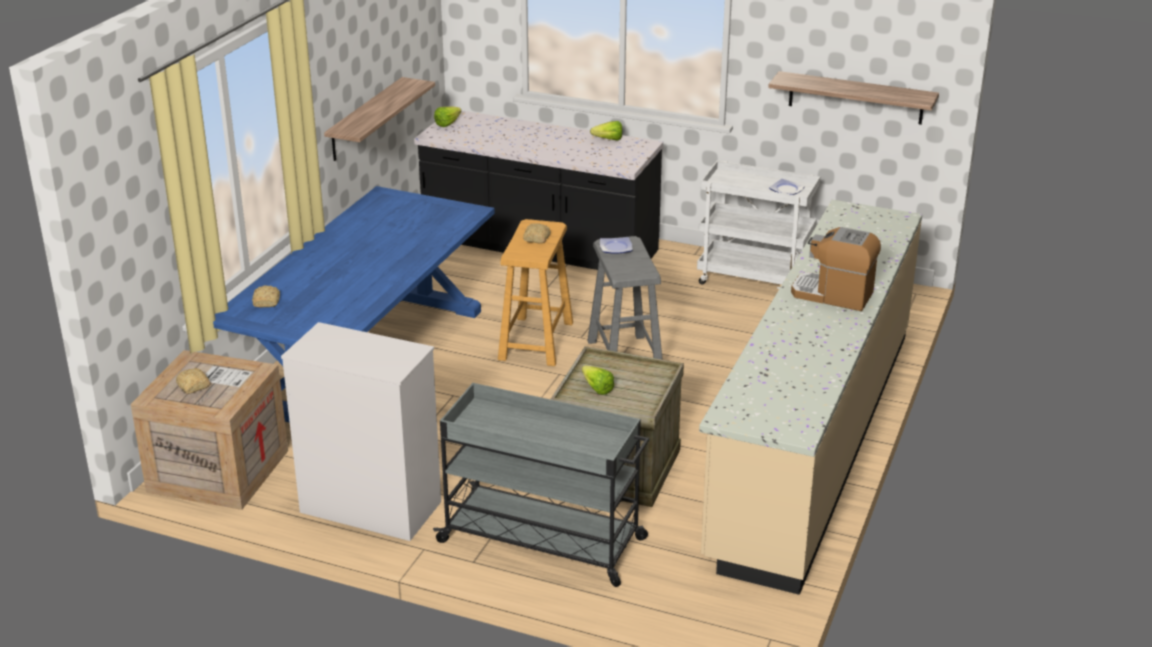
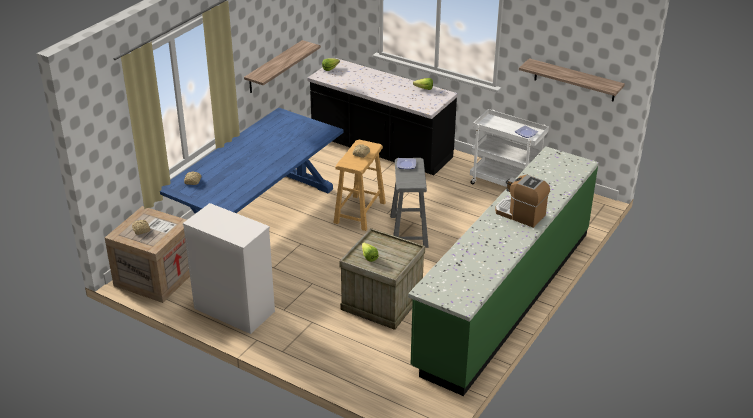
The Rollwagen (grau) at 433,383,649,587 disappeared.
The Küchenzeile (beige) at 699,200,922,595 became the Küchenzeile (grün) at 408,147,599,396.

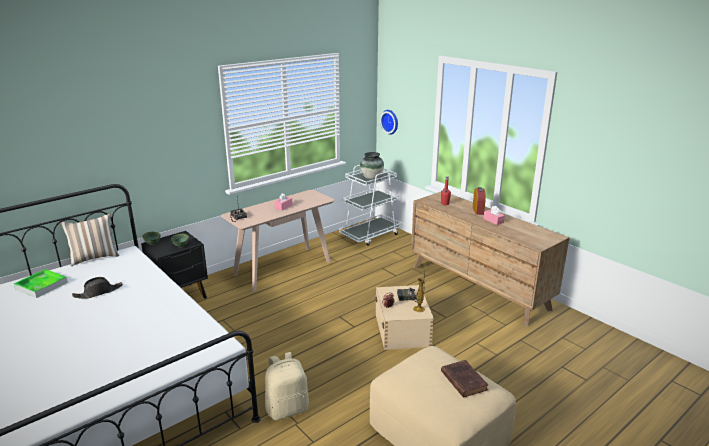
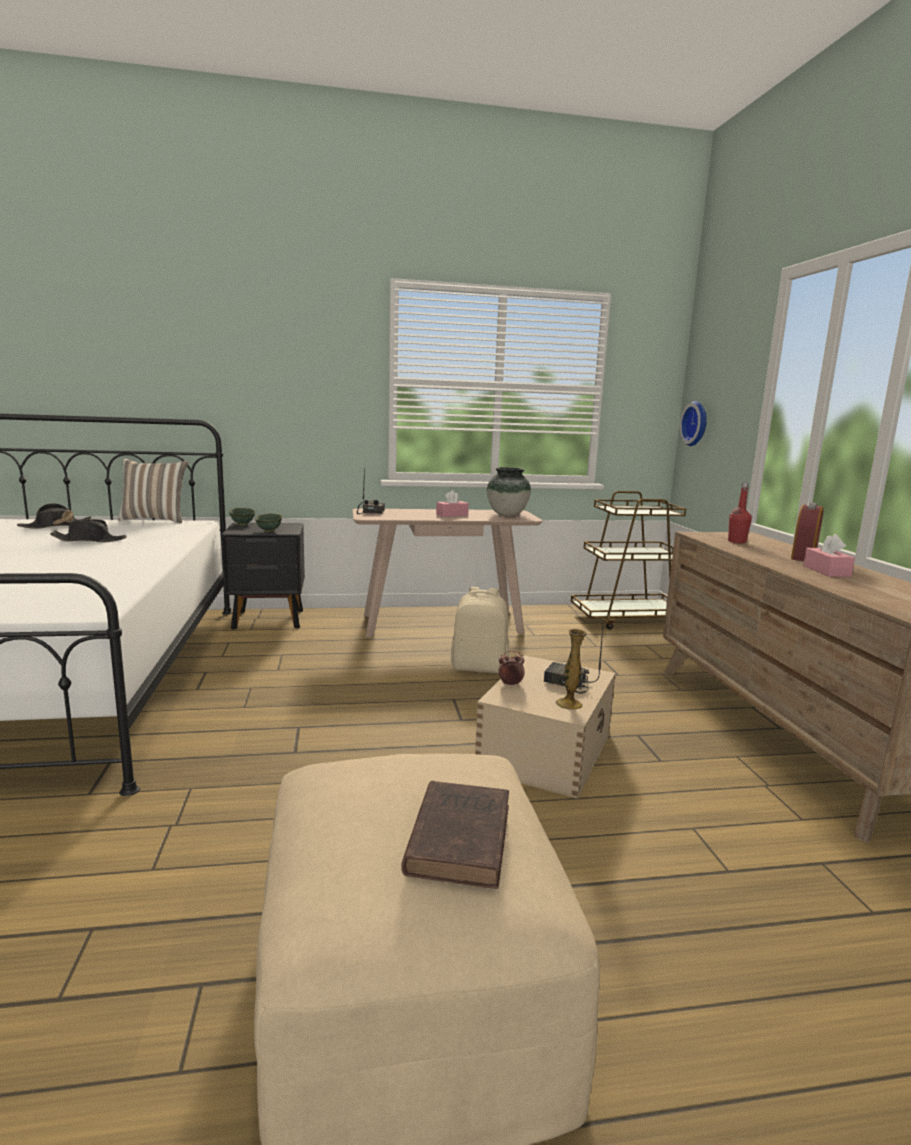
The Rucksack (beige) moved from 265,352,309,421 to 451,587,509,673.
The Vase moved from 360,152,384,180 to 487,467,531,516.
The Tablett at 14,269,68,298 was replaced by the Hut (schwarz) at 17,503,92,529.
The Rollwagen (weiß) at 339,165,402,246 became the Rollwagen (braun) at 571,491,686,630.

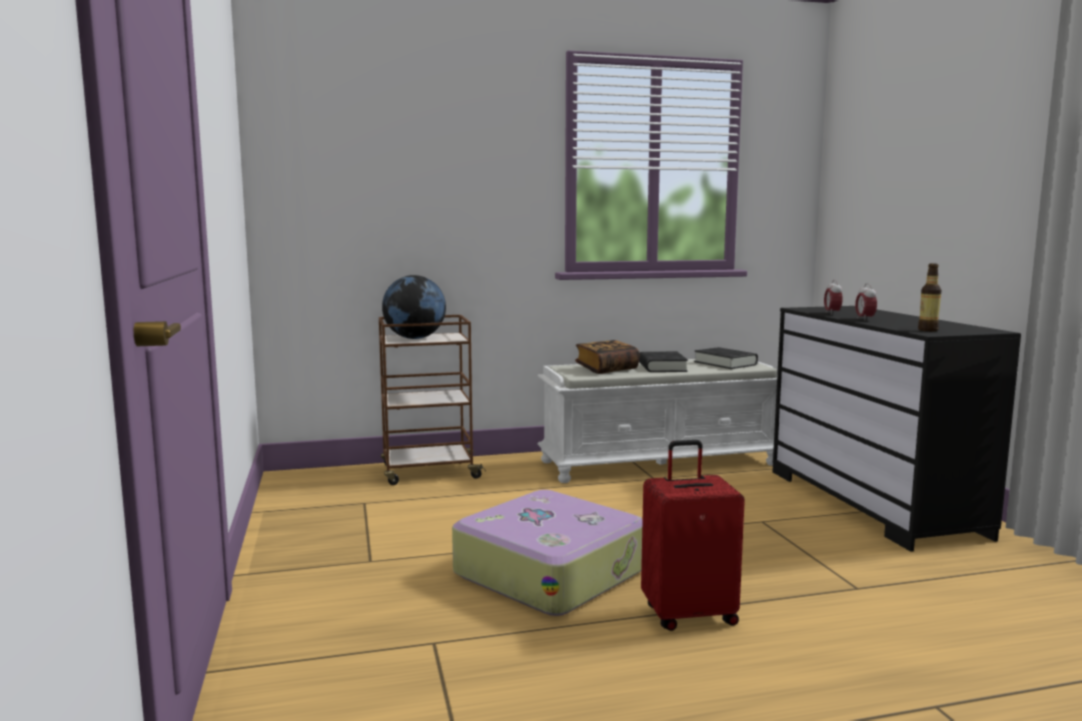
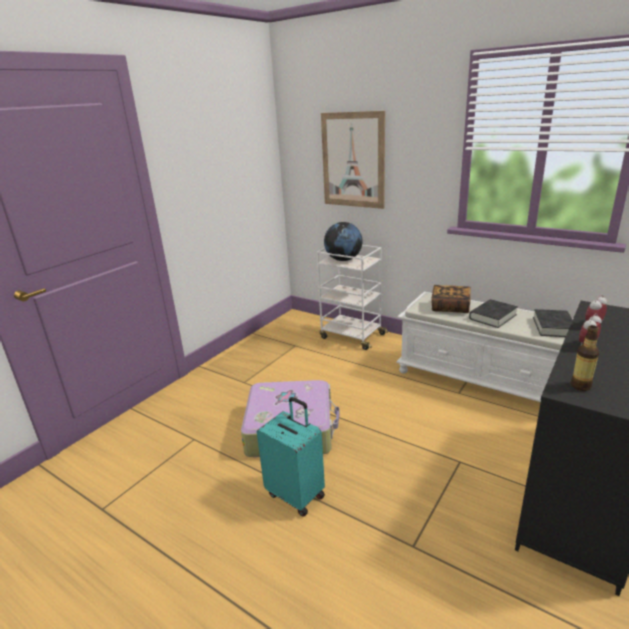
The Bild at 321,111,385,209 appeared.
The Rollwagen (braun) at 379,315,486,485 became the Rollwagen (weiß) at 317,245,388,350.
The Koffer (rot) at 641,440,745,631 became the Koffer (türkis) at 257,397,325,517.

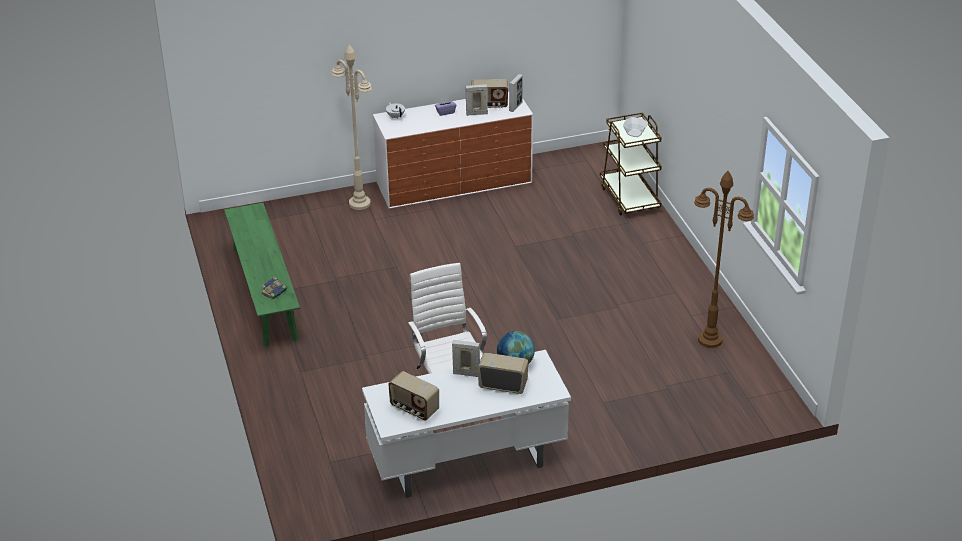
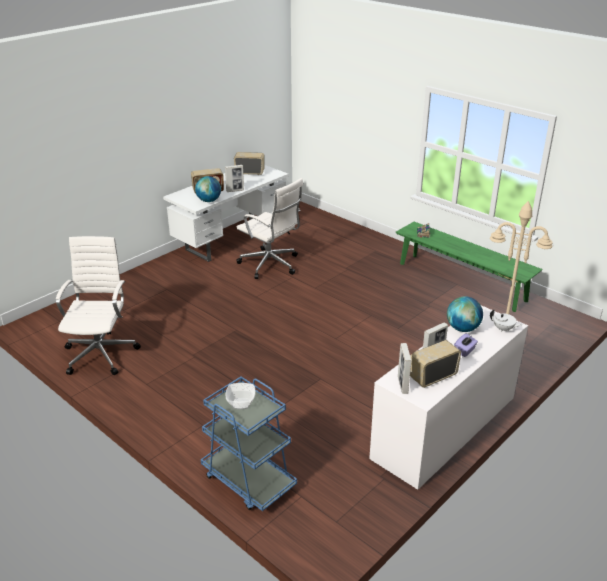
The Globus at 447,296,483,332 appeared.
The Stehlampe (braun) at 694,171,754,348 was replaced by the Bürostuhl (weiß) at 56,236,141,375.
The Rollwagen (braun) at 600,112,662,216 became the Rollwagen (blau) at 201,376,297,511.

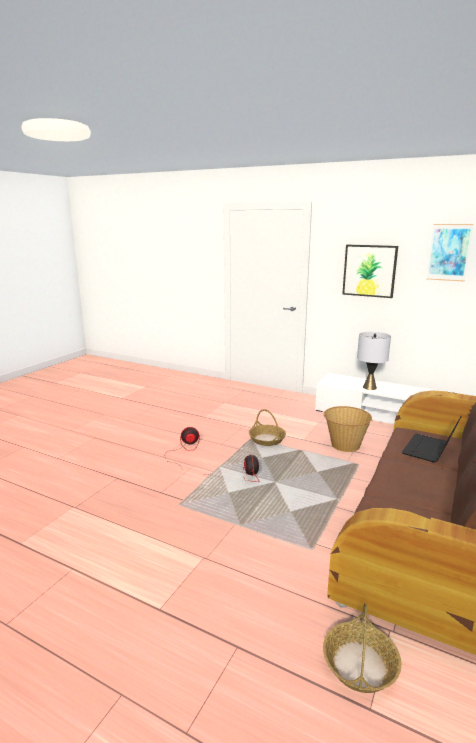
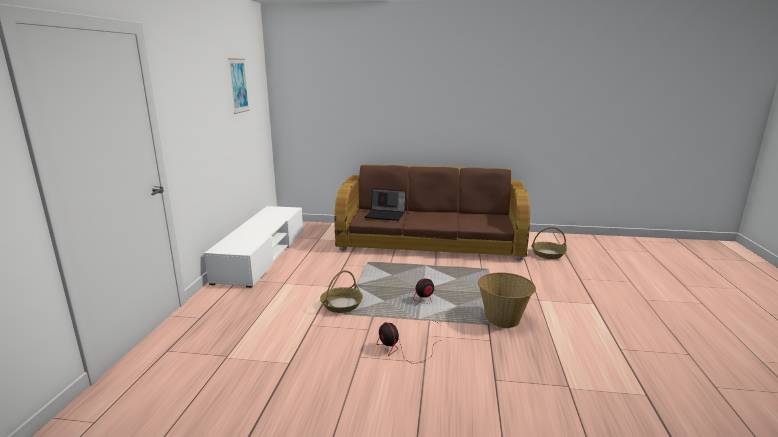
The Bild at 342,245,398,298 disappeared.
The Tischlampe (grau) at 357,332,391,390 disappeared.
The Korb moved from 324,406,372,452 to 478,272,536,328.

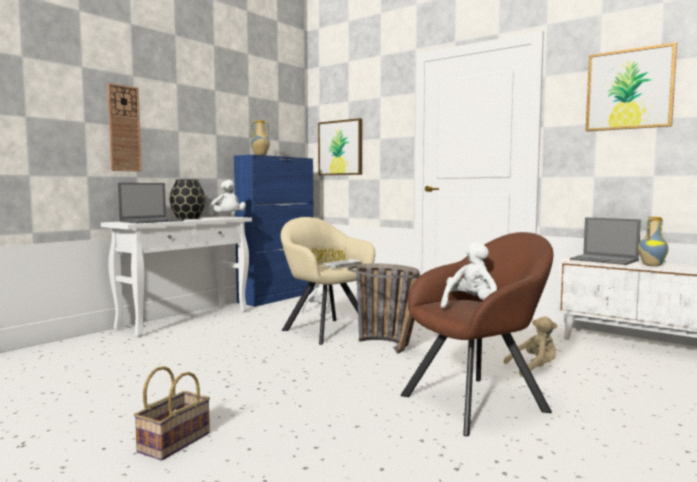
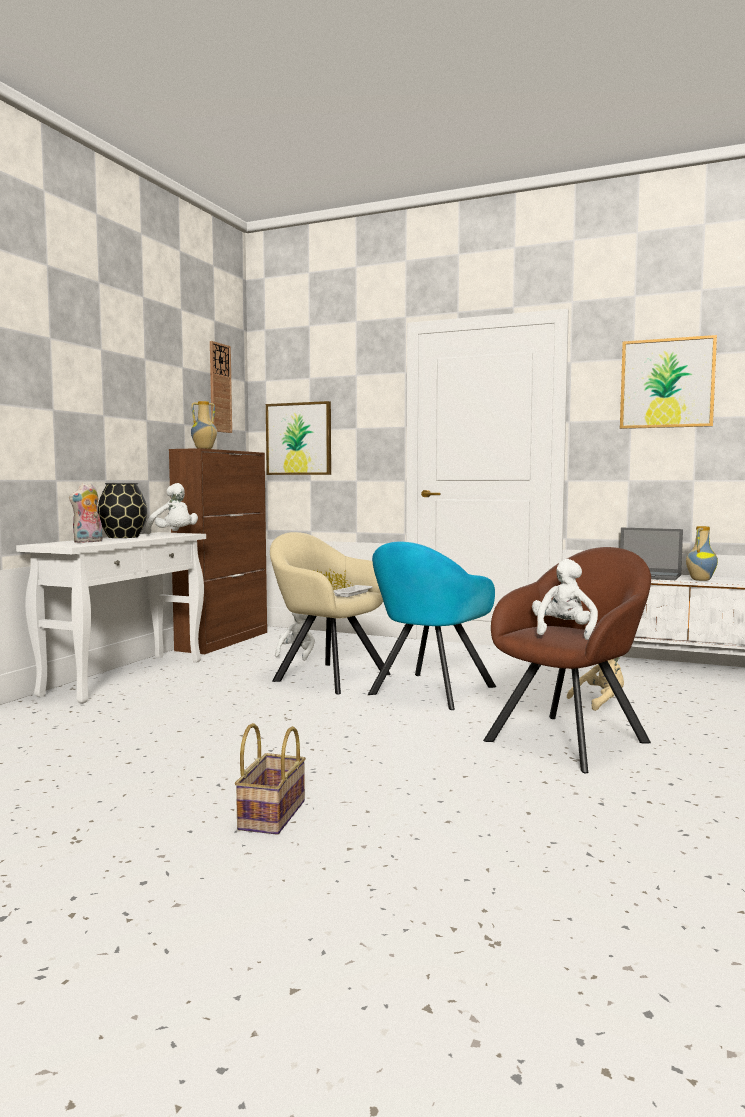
The Wanduhr moved from 107,83,142,172 to 210,341,232,433.
The Laptop at 118,183,184,223 was replaced by the Plüschtier at 69,483,103,543.
The Korb at 348,263,421,354 was replaced by the Sessel (türkis) at 368,542,496,710.
The Schrank (blau) at 234,155,314,307 became the Schrank (braun) at 169,448,267,654.

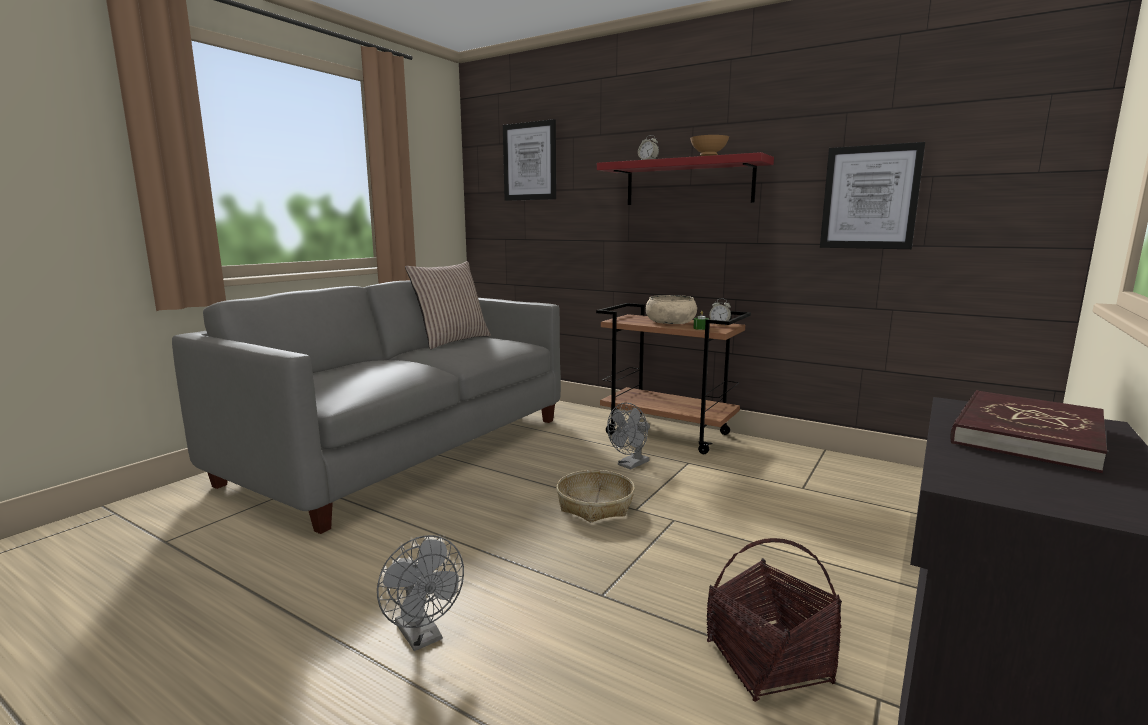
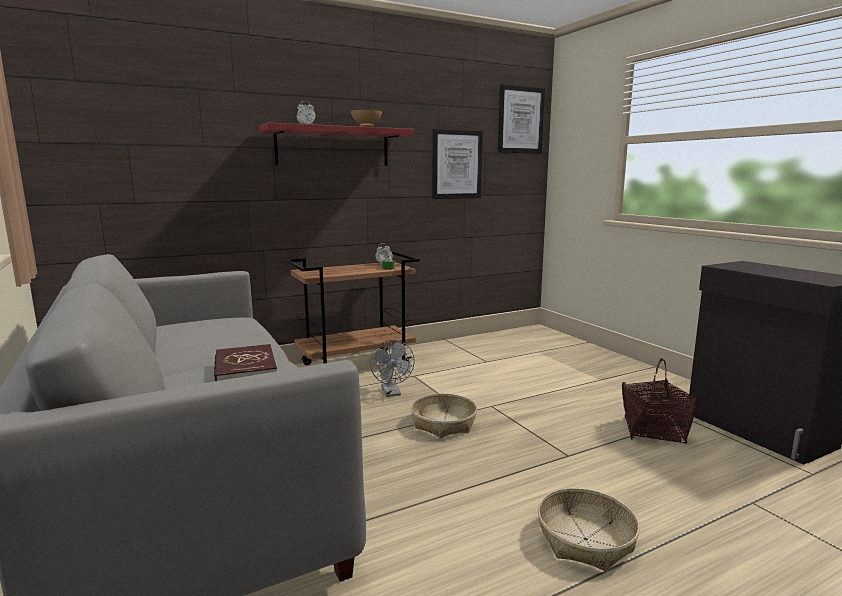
The Kissen at 405,261,491,349 disappeared.
The Schüssel (beige) at 646,295,697,324 disappeared.
The Bild moved from 503,119,556,201 to 498,84,545,154.
The Buch (rot) moved from 950,390,1107,473 to 214,344,277,381.
The Ventilator (grau) at 377,535,464,651 was replaced by the Korb at 538,488,640,571.

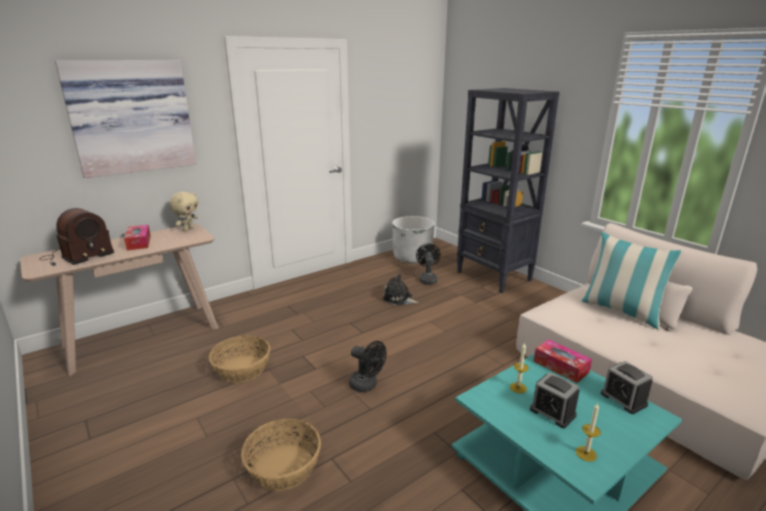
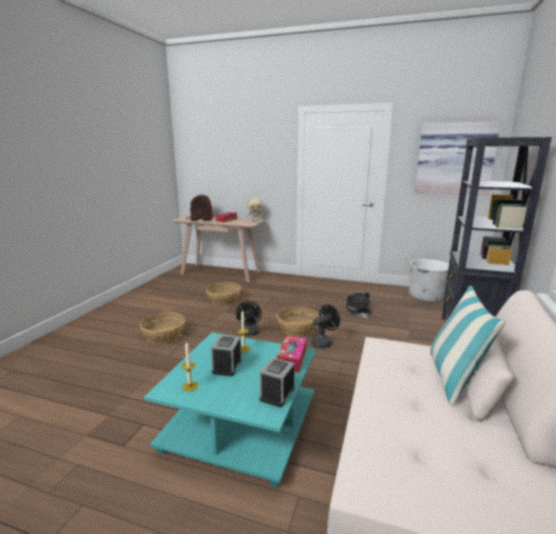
The Korb at 277,307,319,336 appeared.
The Bild moved from 55,60,196,178 to 415,121,501,195.
The Ventilator (schwarz) moved from 416,243,441,284 to 311,304,340,348.

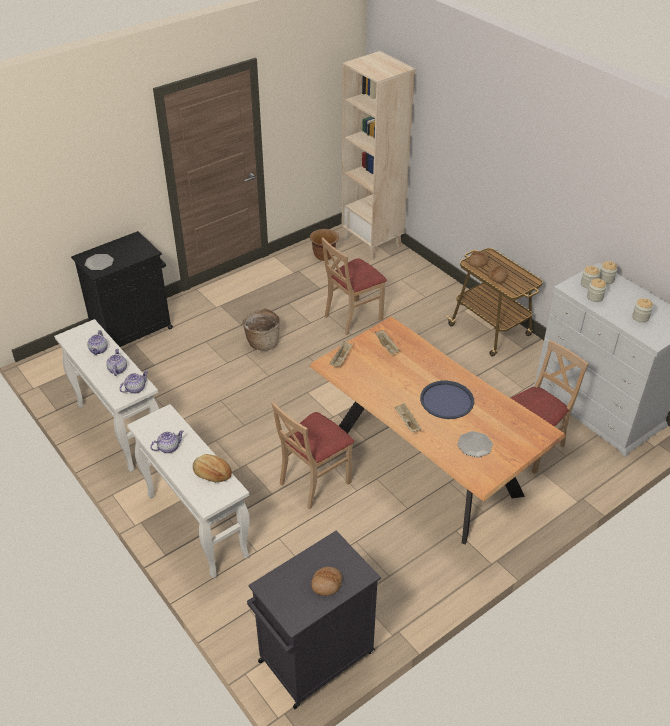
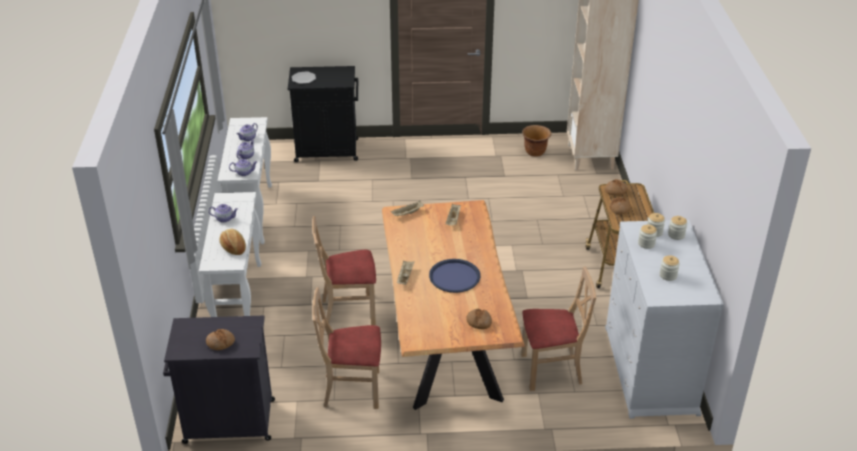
The Korb at 242,308,280,350 disappeared.
The Teller at 457,431,493,458 disappeared.
The Brot at 466,309,492,329 appeared.
The Stuhl (beige) moved from 322,238,387,335 to 312,287,381,409.

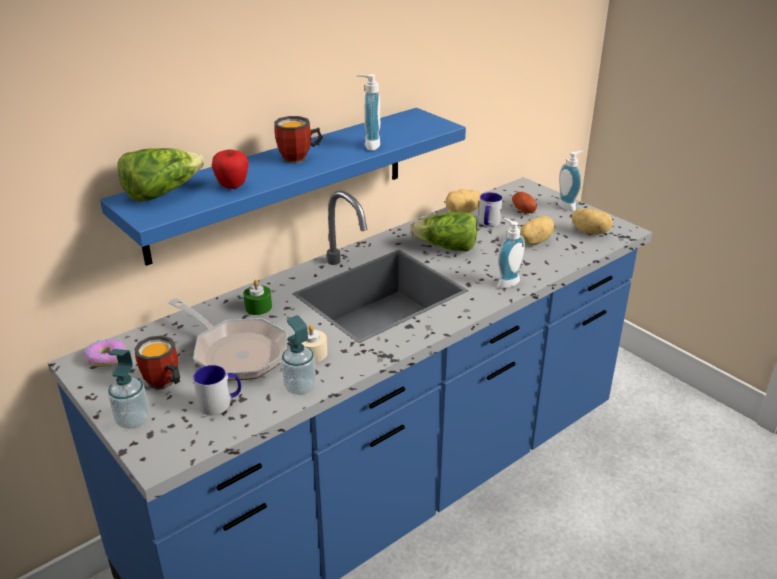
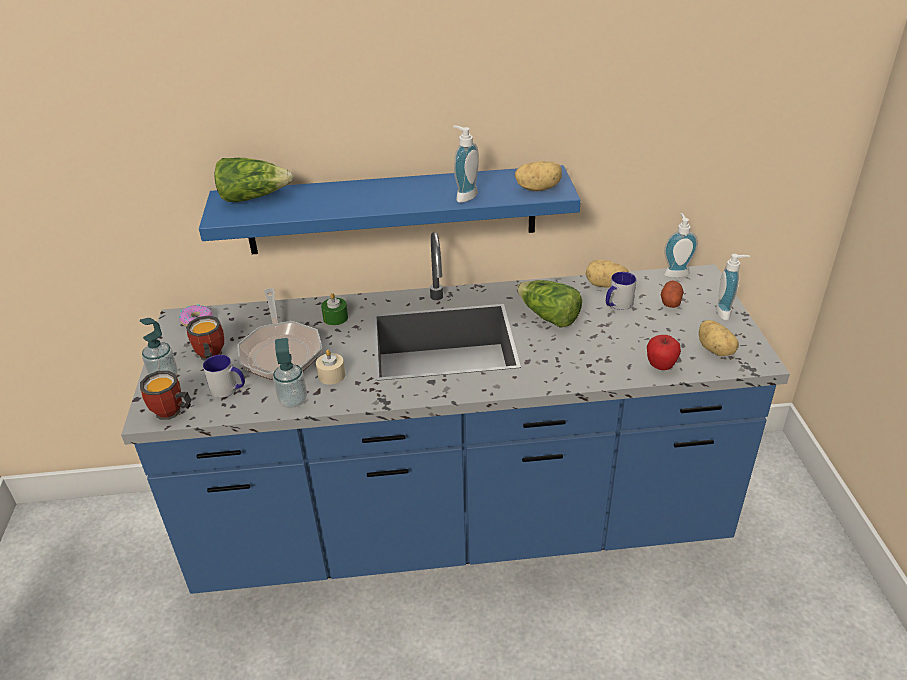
The Apfel moved from 212,149,249,189 to 647,335,681,370.
The Henkelbecher moved from 274,116,323,164 to 140,371,192,420.
The Seifenspender moved from 498,218,525,289 to 664,213,698,278.
The Kartoffel moved from 520,216,555,245 to 515,161,562,191.

